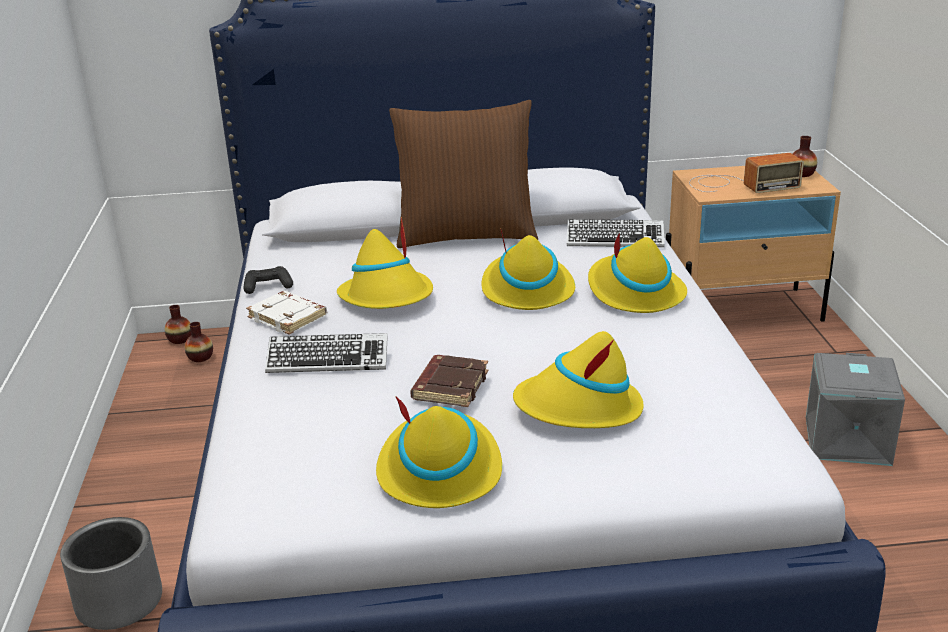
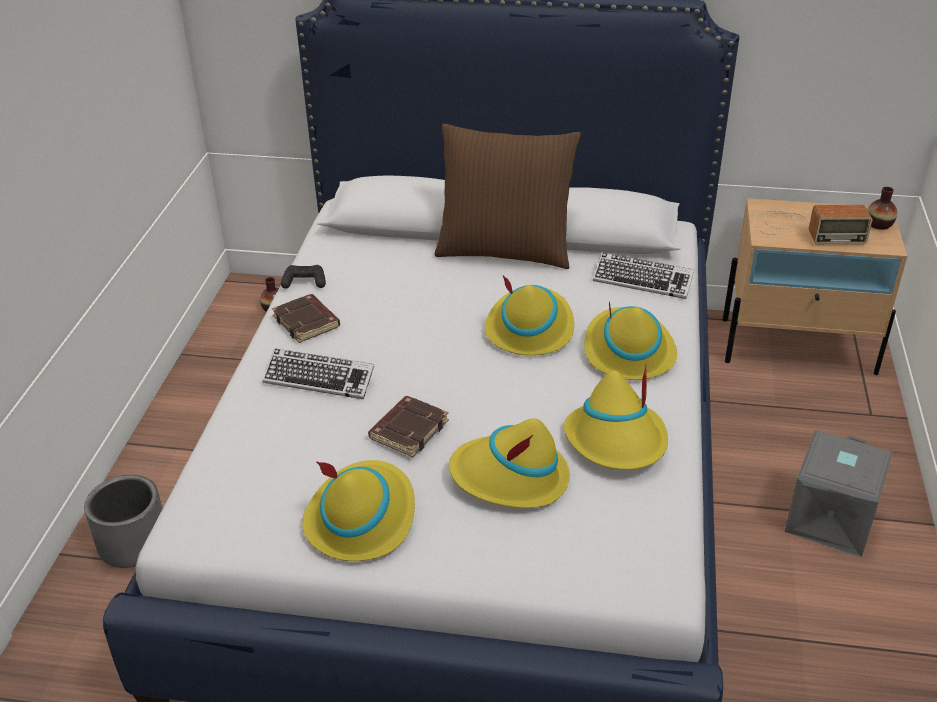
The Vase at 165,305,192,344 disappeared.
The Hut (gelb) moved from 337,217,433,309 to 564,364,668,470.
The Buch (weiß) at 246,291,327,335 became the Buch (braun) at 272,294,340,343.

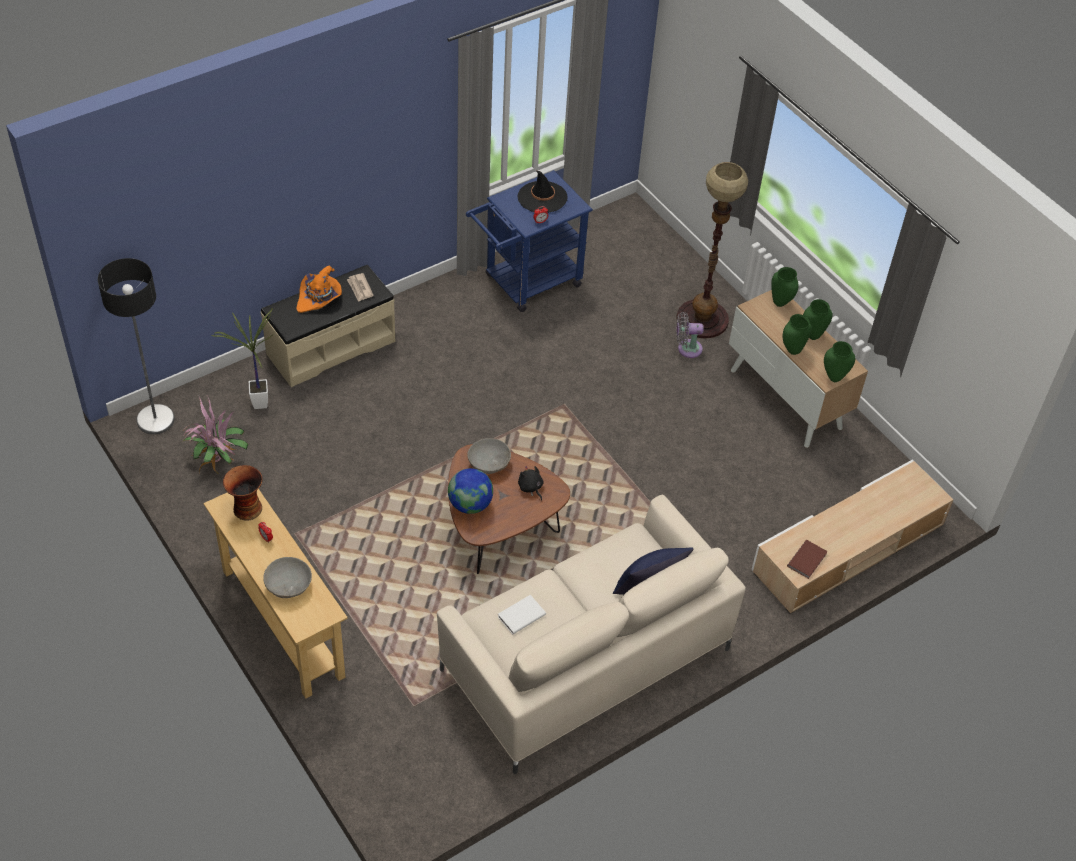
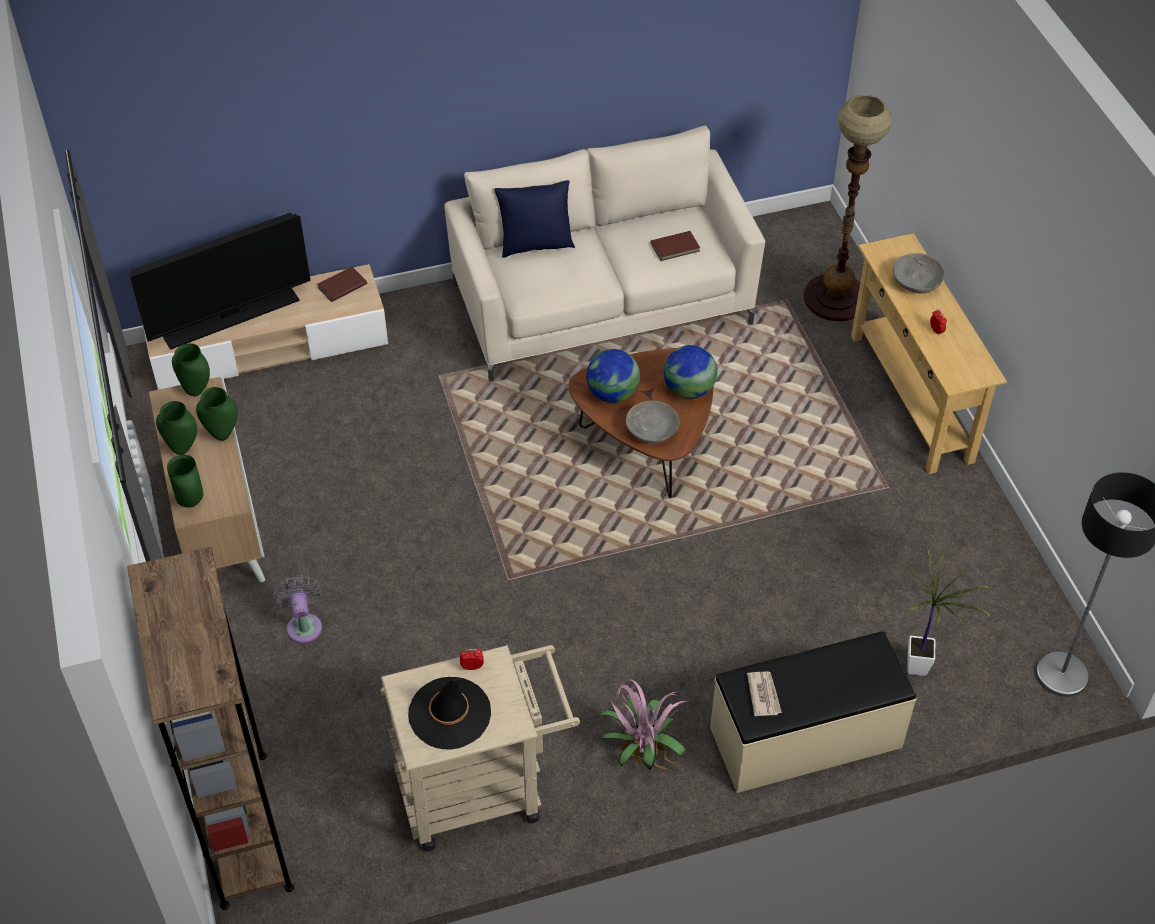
The Vase at 223,465,263,521 disappeared.
The Hut (orange) at 296,266,342,313 disappeared.
The Bücherregal (braun) at 127,547,294,910 appeared.
The Fernseher at 130,212,311,350 appeared.
The Topfpflanze moved from 181,396,249,474 to 598,680,688,771.
The Stehlampe moved from 676,162,748,338 to 804,95,892,321.
The Plüschtier (schwarz) at 518,466,543,501 was replaced by the Globus at 586,349,640,403.
The Rollwagen (blau) at 466,170,593,312 became the Rollwagen (beige) at 380,645,580,851.
The Buch (weiß) at 498,595,546,634 became the Buch (braun) at 651,231,700,261.
The Ventilator (grau) at 676,312,704,358 turned 120 degrees counterclockwise.

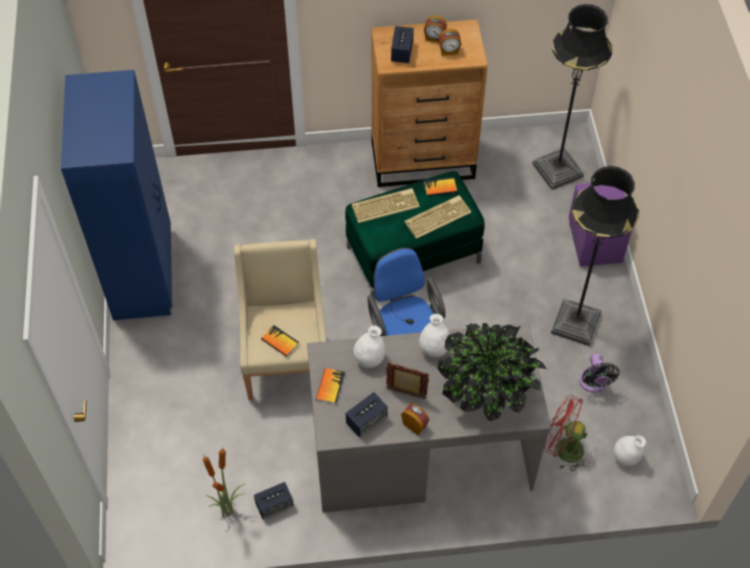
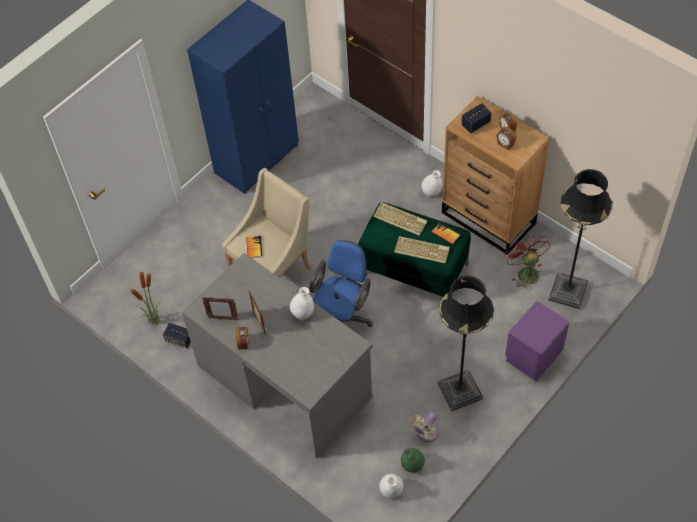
The Buch at 316,368,345,404 disappeared.
The Topfpflanze at 437,323,546,421 disappeared.
The Vase (grün) at 401,448,425,473 appeared.
The Vase (weiß) moved from 353,325,385,368 to 422,170,442,197.
The Ventilator (rot) moved from 544,395,589,472 to 504,234,550,290.
The Lautsprecher at 346,392,388,437 was replaced by the Bilderrahmen at 202,297,239,320.
The Ventilator (schwarz) at 579,353,619,393 became the Ventilator (beige) at 409,411,439,442.

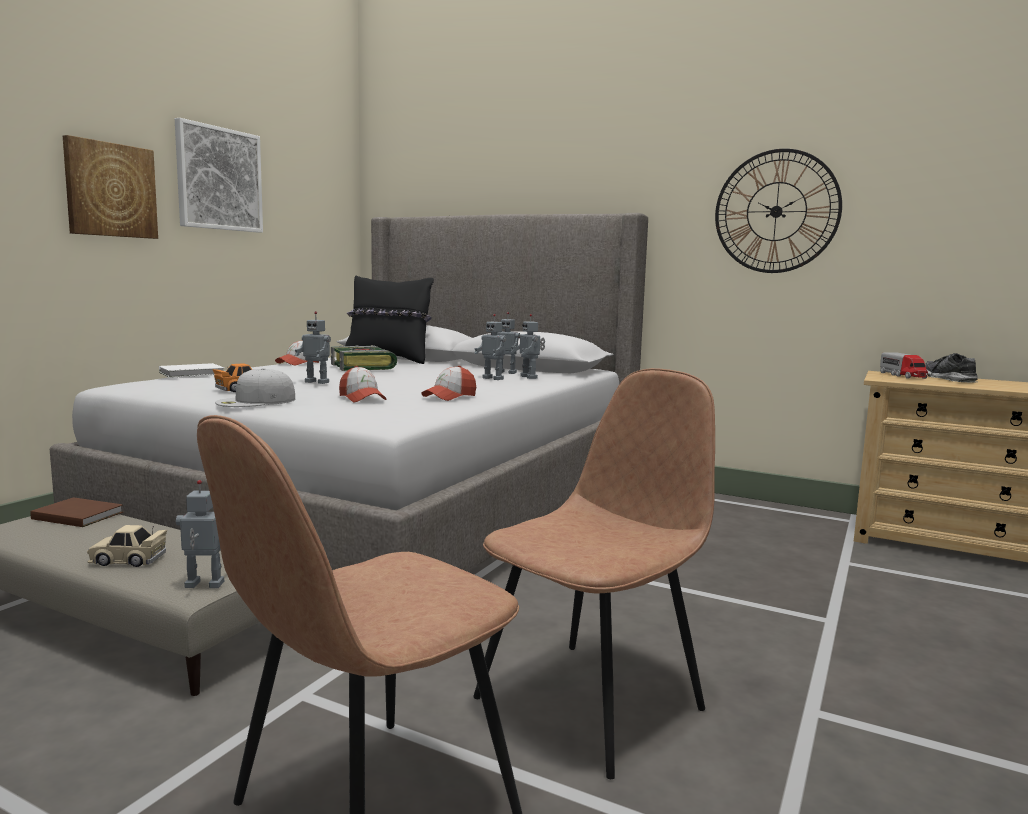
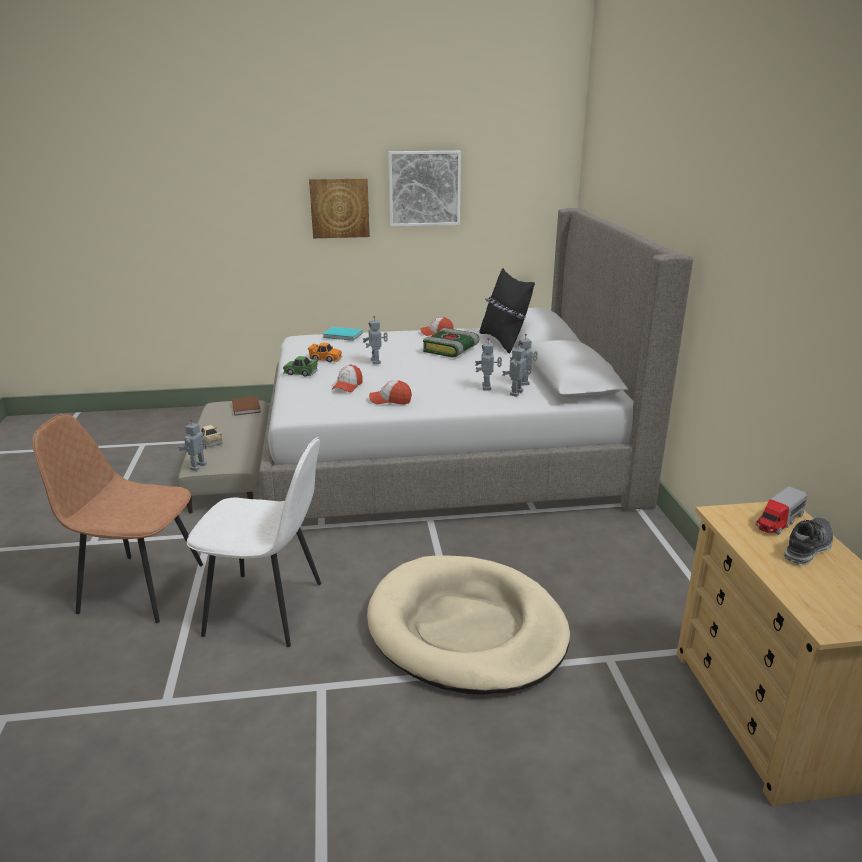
The Wanduhr at 715,149,842,273 disappeared.
The Hundebett (beige) at 367,555,570,695 appeared.
The Kappe (weiß) at 215,368,295,407 was replaced by the Spielzeugauto (grün) at 283,356,318,377.
The Buch (weiß) at 159,363,224,378 became the Buch (türkis) at 323,327,363,341.
The Stuhl (braun) at 473,368,715,779 became the Stuhl (weiß) at 187,437,321,647.
The Spielzeugroboter at 176,480,224,588 turned 120 degrees counterclockwise.

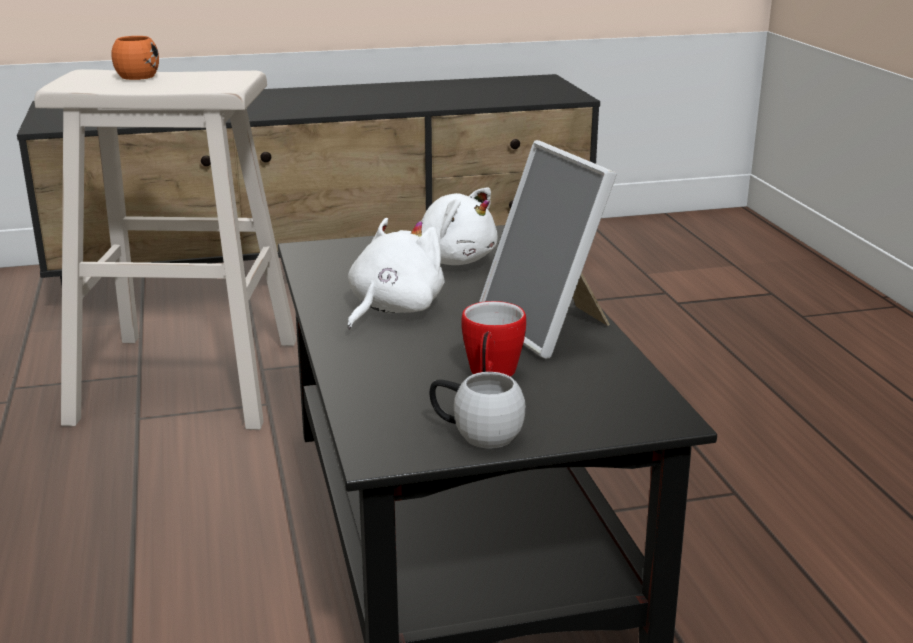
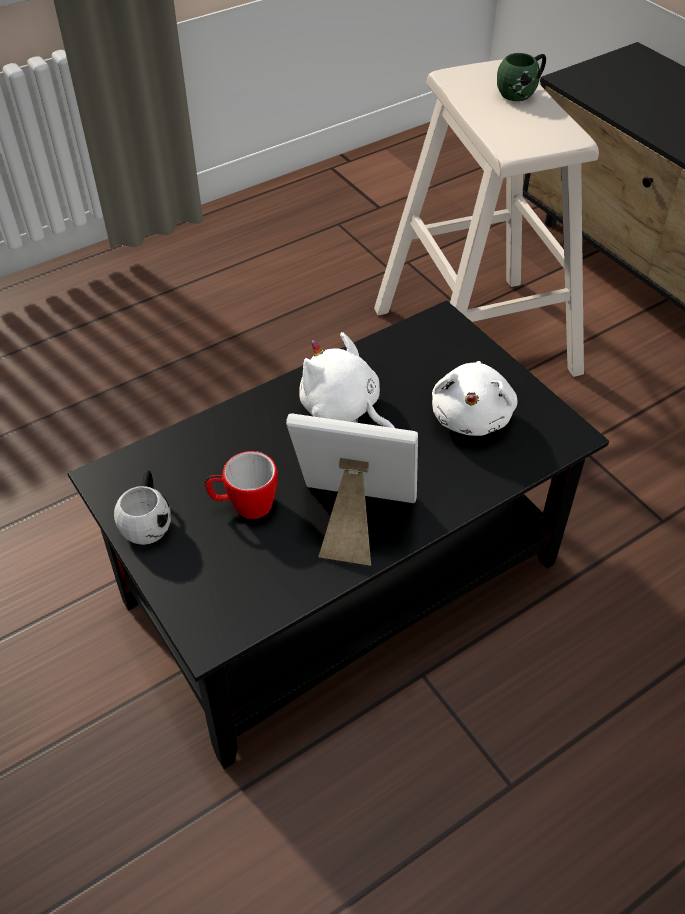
The Henkelbecher (orange) at 111,36,159,80 became the Henkelbecher (grün) at 497,53,546,101.
The Plüschtier (weiß) at 347,218,445,329 turned 150 degrees counterclockwise.
The Bilderrahmen at 479,140,617,359 turned 60 degrees clockwise.

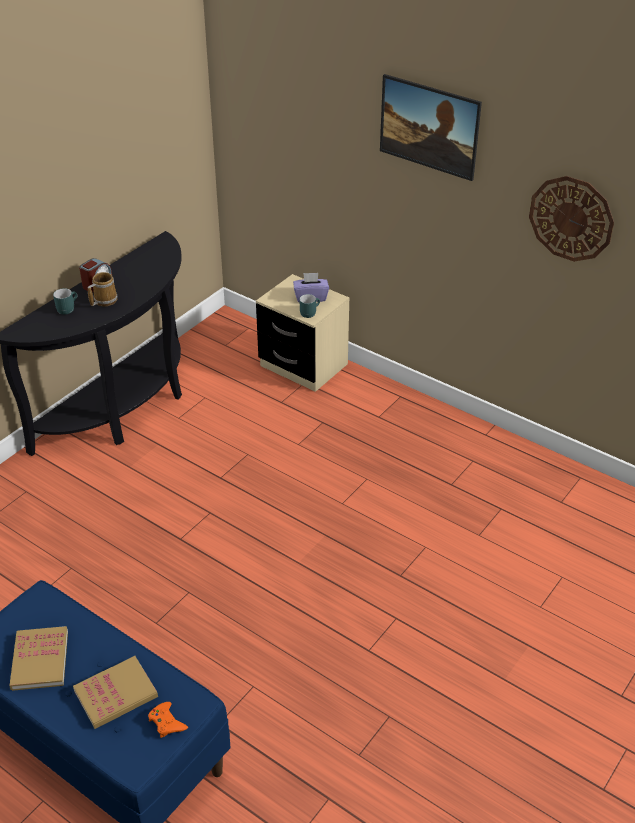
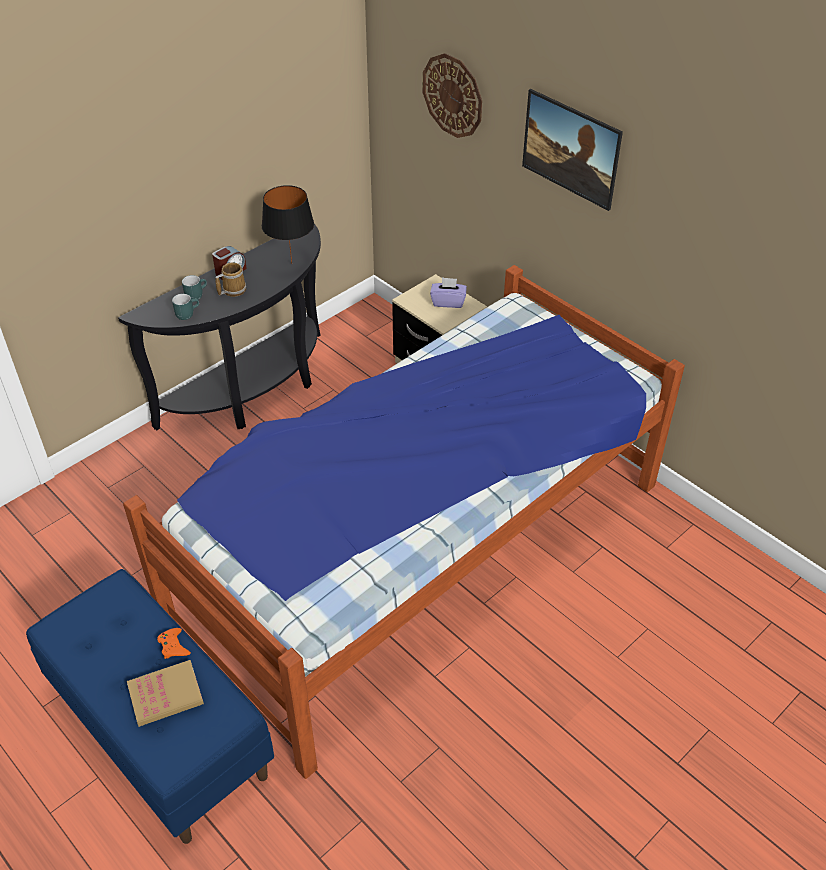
The Buch at 9,626,68,691 disappeared.
The Bett at 123,265,685,779 appeared.
The Tischlampe (schwarz) at 262,185,314,264 appeared.
The Gamepad (orange) moved from 148,702,188,738 to 157,628,191,659.
The Henkelbecher (türkis) moved from 300,294,320,318 to 172,294,199,320.
The Wanduhr moved from 529,176,614,262 to 423,53,482,138.

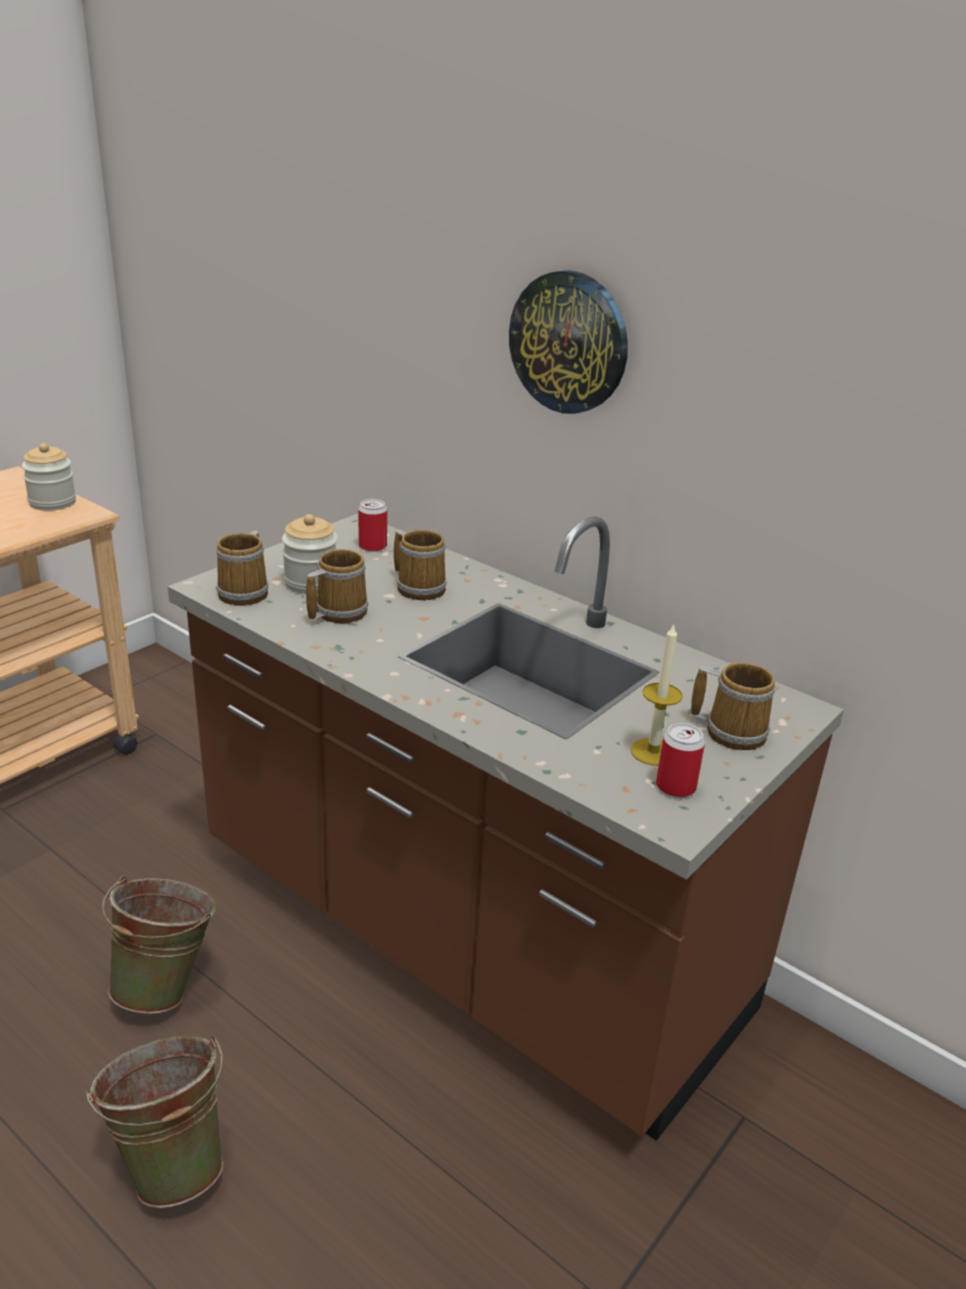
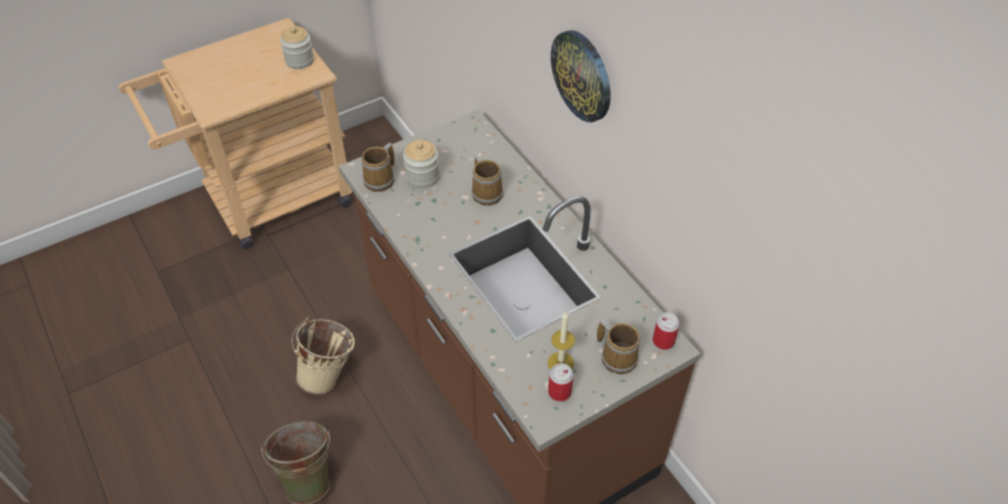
The Henkelbecher at 306,549,369,623 disappeared.
The Dose moved from 358,499,387,552 to 653,312,680,350.
The Eimer (grün) at 102,875,216,1014 became the Eimer (beige) at 292,317,355,394.

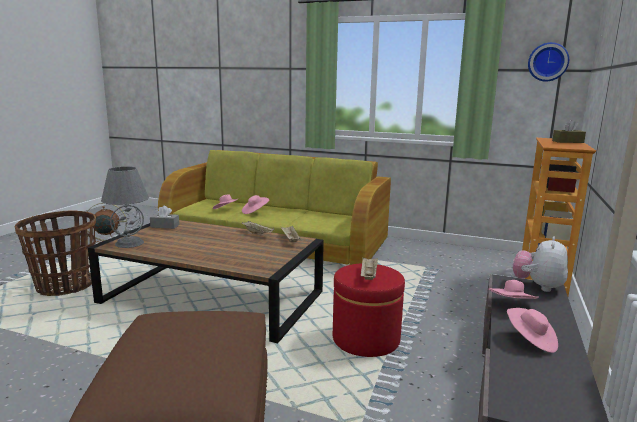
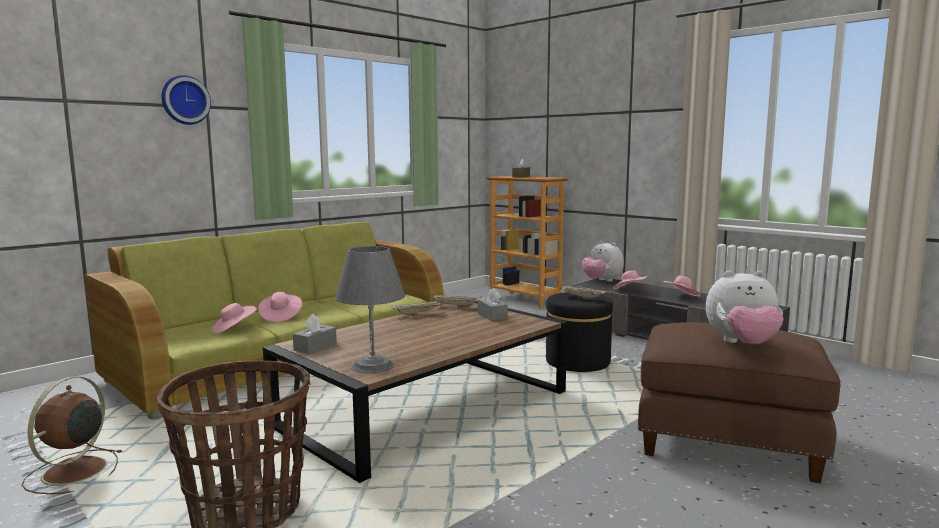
The Taschentuchbox (grau) at 477,288,508,321 appeared.
The Plüschtier at 706,271,784,344 appeared.
The Wanduhr moved from 528,42,569,82 to 161,75,211,125.
The Polsterhocker (rot) at 333,263,405,357 became the Polsterhocker (schwarz) at 546,292,613,372.

